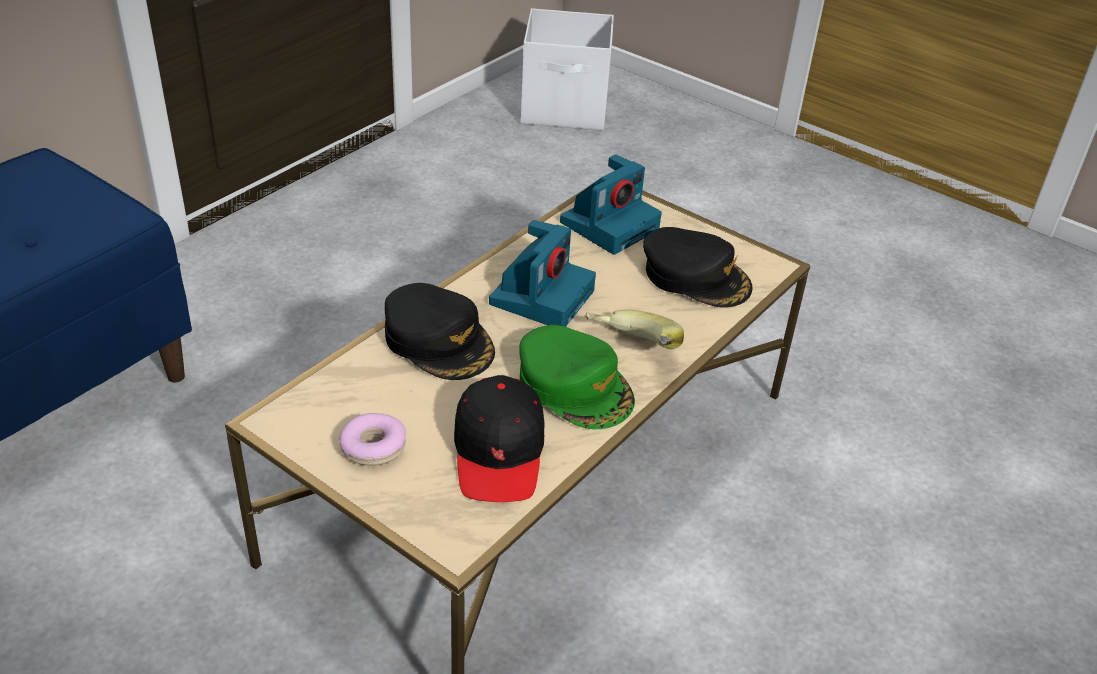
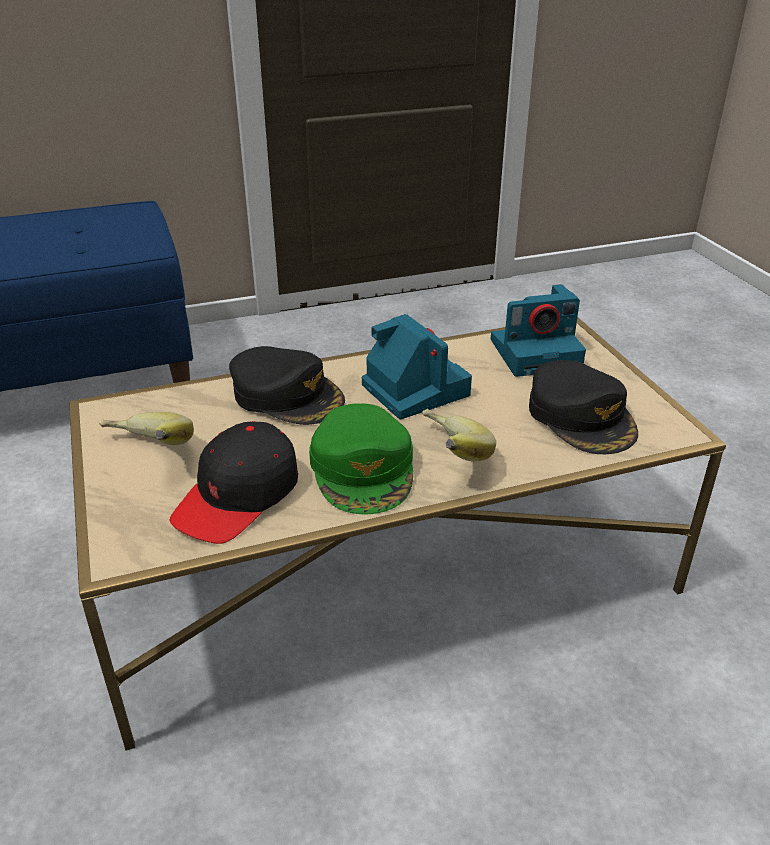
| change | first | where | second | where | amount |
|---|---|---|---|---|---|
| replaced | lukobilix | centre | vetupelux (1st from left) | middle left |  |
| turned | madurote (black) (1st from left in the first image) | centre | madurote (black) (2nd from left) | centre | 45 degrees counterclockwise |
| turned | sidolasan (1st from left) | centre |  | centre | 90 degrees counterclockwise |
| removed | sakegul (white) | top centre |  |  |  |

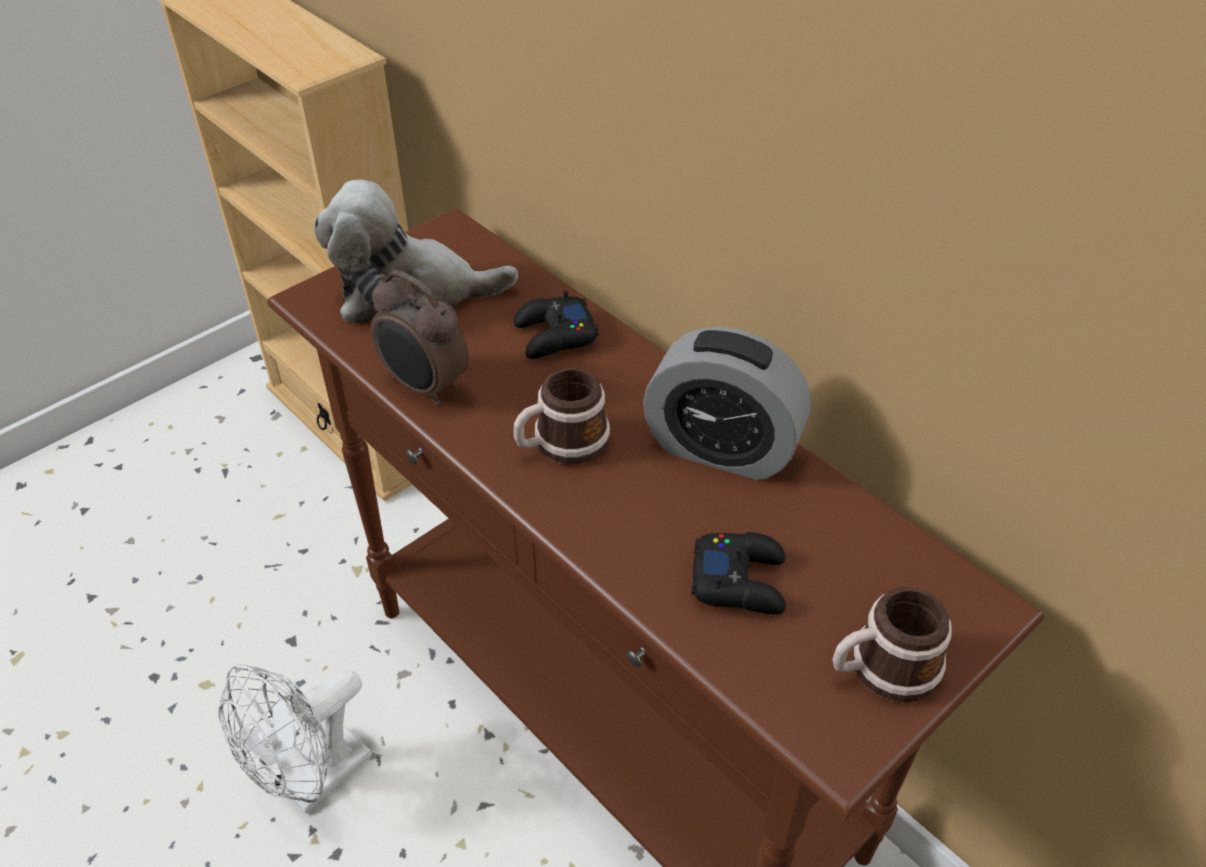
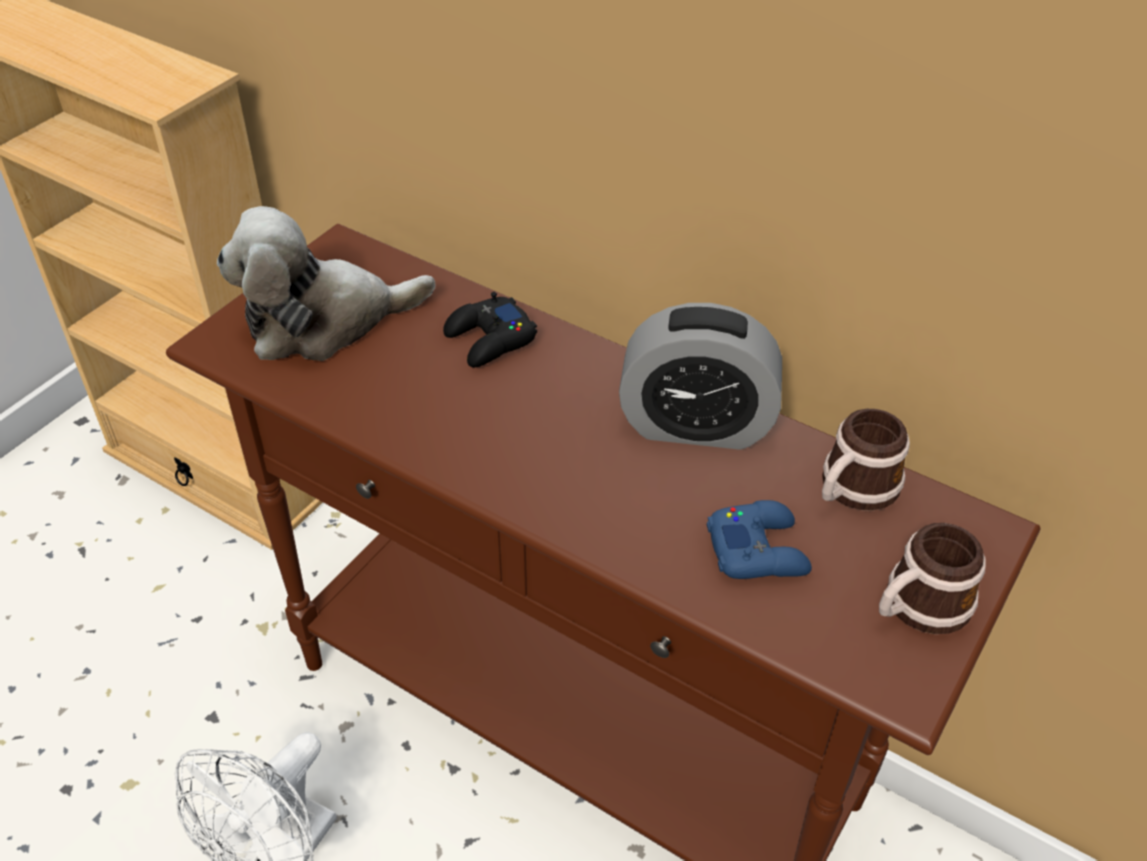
| change | first | where | second | where | amount |
|---|---|---|---|---|---|
| recoloured | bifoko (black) (2nd from left) | centre | bifoko (blue) | centre |  |
| moved | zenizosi (1st from left) | centre |  | middle right |  |
| removed | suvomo (1st from left) | centre |  |  |  |

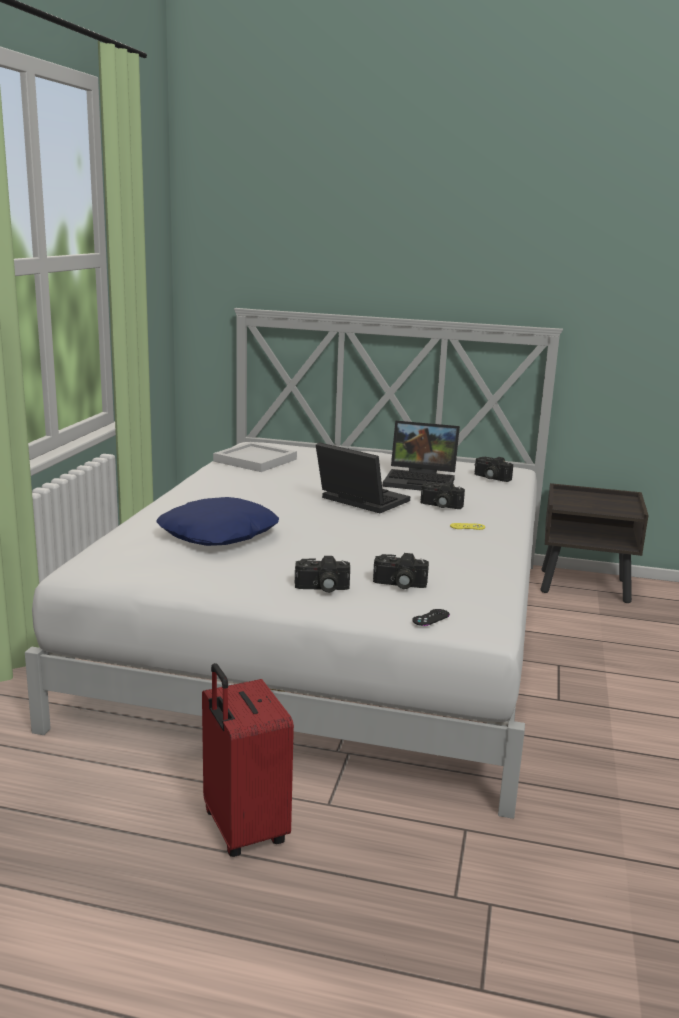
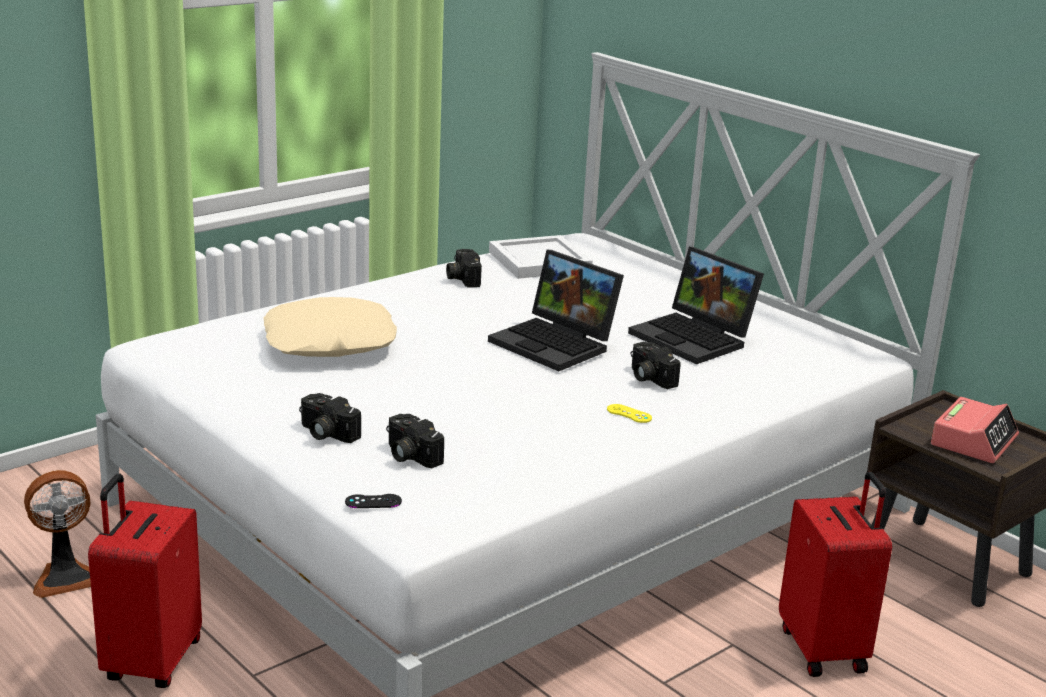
| change | first | where | second | where | amount |
|---|---|---|---|---|---|
| added |  |  | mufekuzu | bottom left |  |
| recoloured | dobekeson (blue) | middle left | dobekeson (beige) | middle left |  |
| moved | sidolasan (4th from left in the first image) | middle right | sidolasan (3rd from left) | centre |  |
| turned | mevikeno (1st from left) | centre |  | centre | 150 degrees clockwise |
| added |  |  | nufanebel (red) (2nd from left) | bottom right |  |
| added |  |  | suvomo | middle right |  |

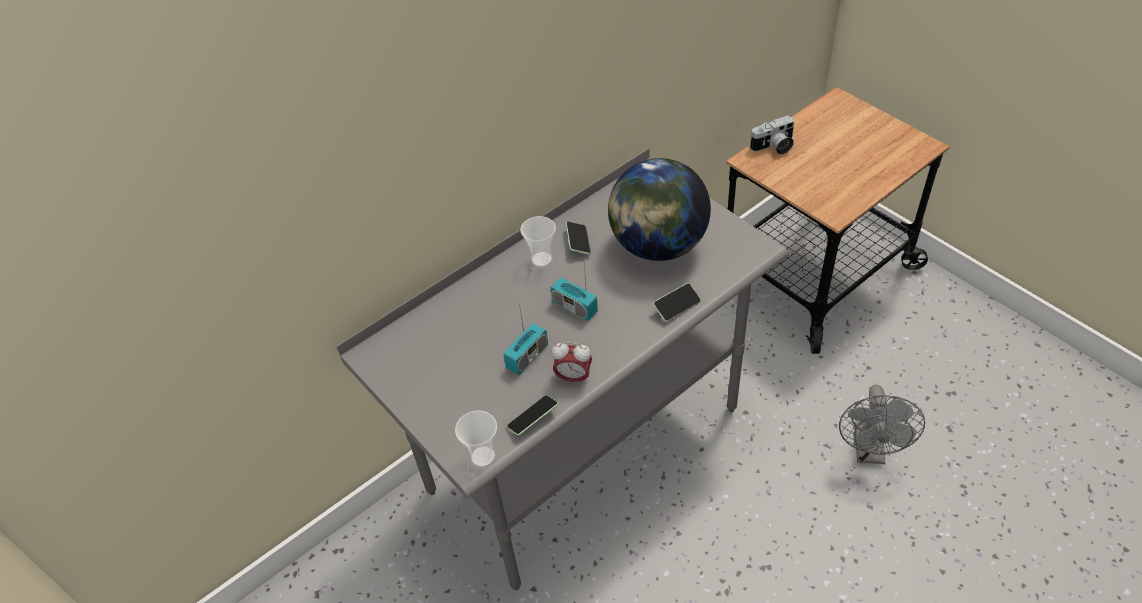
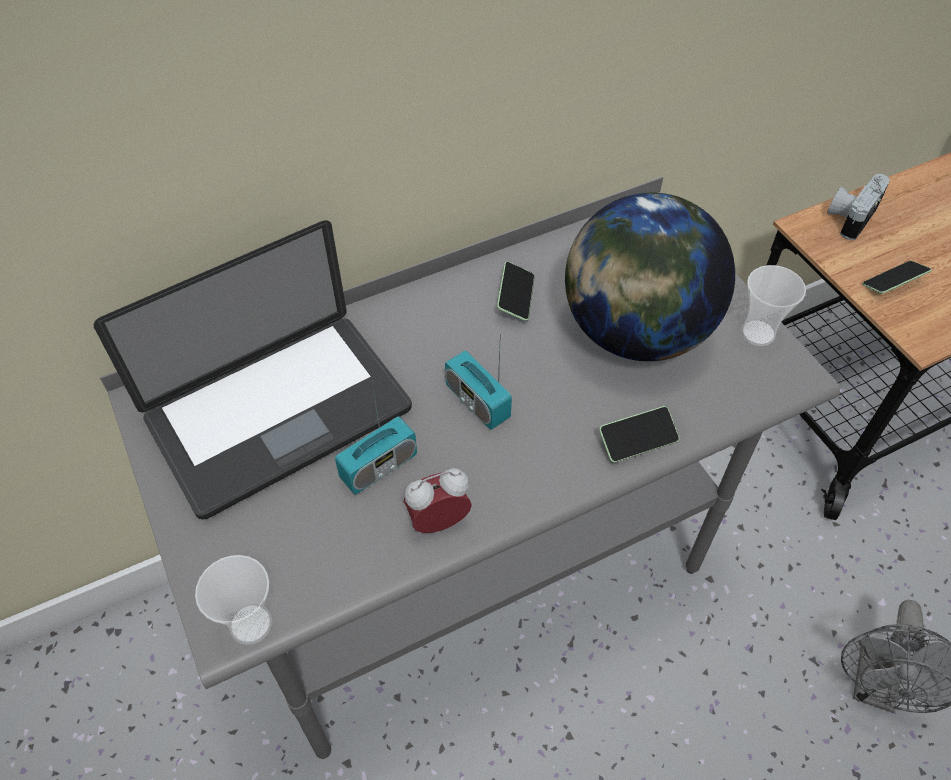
| change | first | where | second | where | amount |
|---|---|---|---|---|---|
| added |  |  | mevikeno | middle left |  |
| turned | suvomo | centre |  | centre | 135 degrees clockwise |
| moved | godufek (2nd from left) | centre |  | middle right |  |
| turned | sidolasan | top right |  | top right | 135 degrees clockwise |
| moved | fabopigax (1st from left in the first image) | bottom centre | fabopigax (3rd from left) | middle right |  |

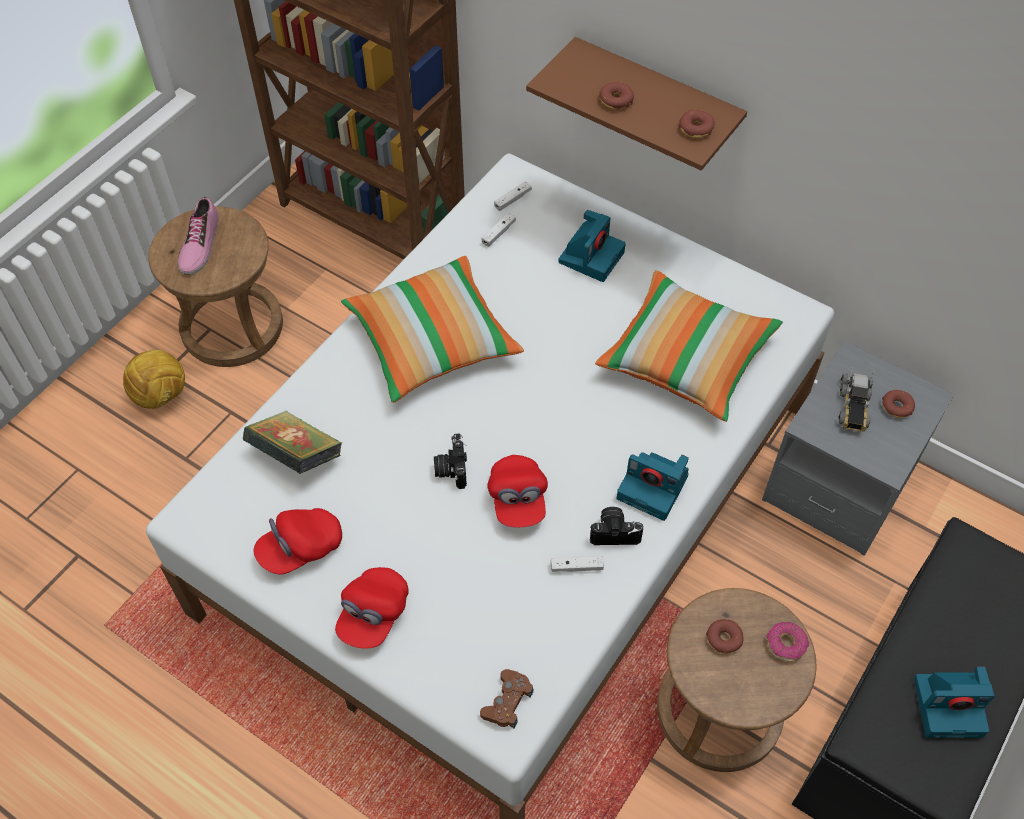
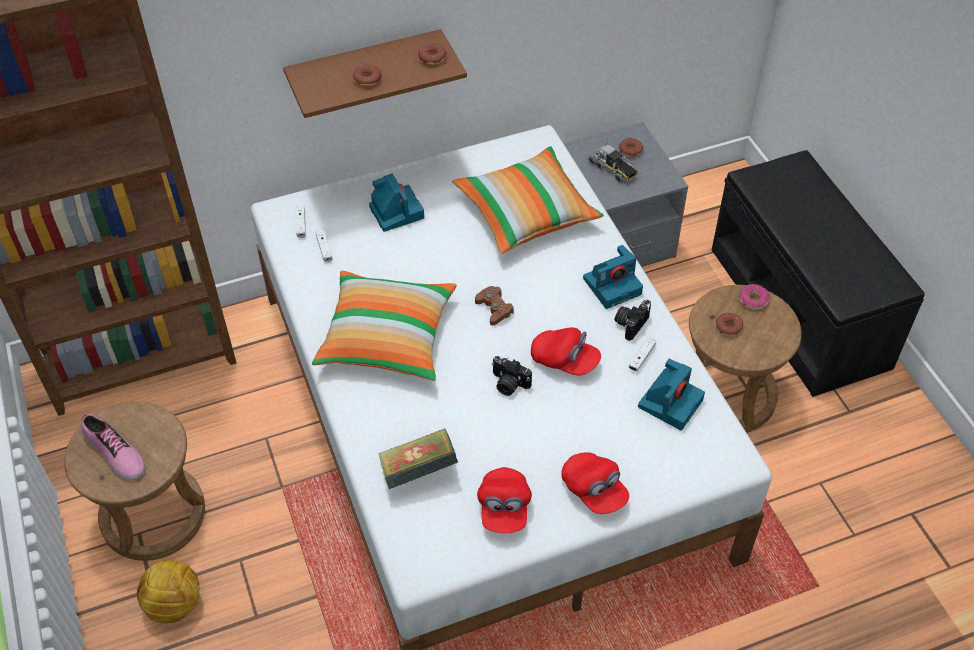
| change | first | where | second | where | amount |
|---|---|---|---|---|---|
| moved | bifoko (brown) | bottom centre |  | centre |  |
| moved | sidolasan (5th from left) | bottom right |  | middle right |  |

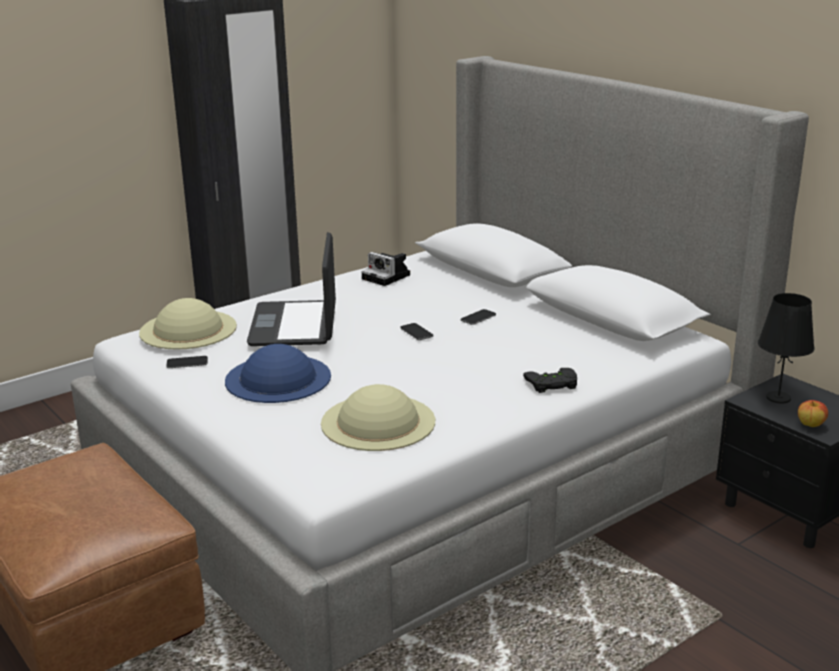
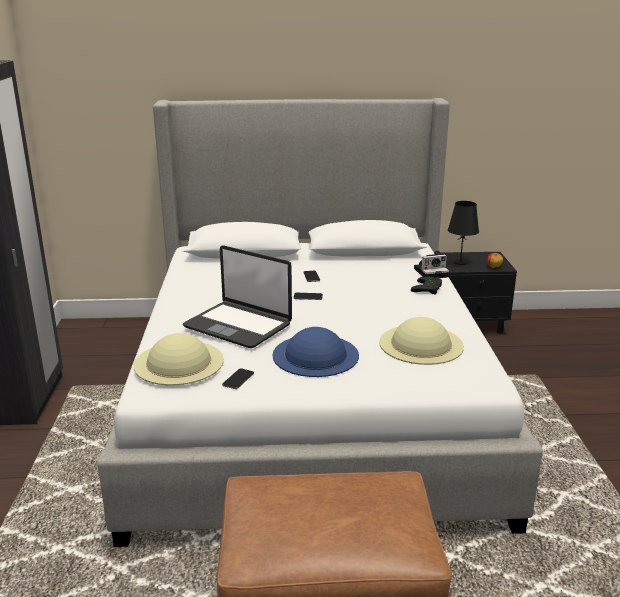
| change | first | where | second | where | amount |
|---|---|---|---|---|---|
| moved | sidolasan | centre |  | middle right |  |

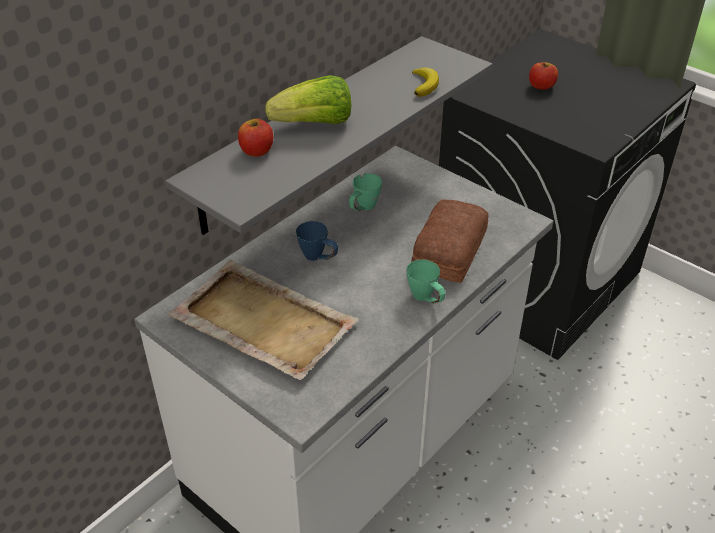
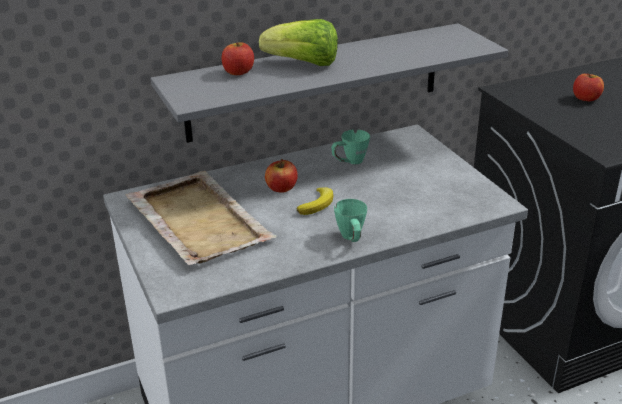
| change | first | where | second | where | amount |
|---|---|---|---|---|---|
| replaced | zenizosi (blue) | centre | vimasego (2nd from left) | centre |  |
| moved | vetupelux | top centre |  | centre |  |
| removed | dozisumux | centre |  |  |  |

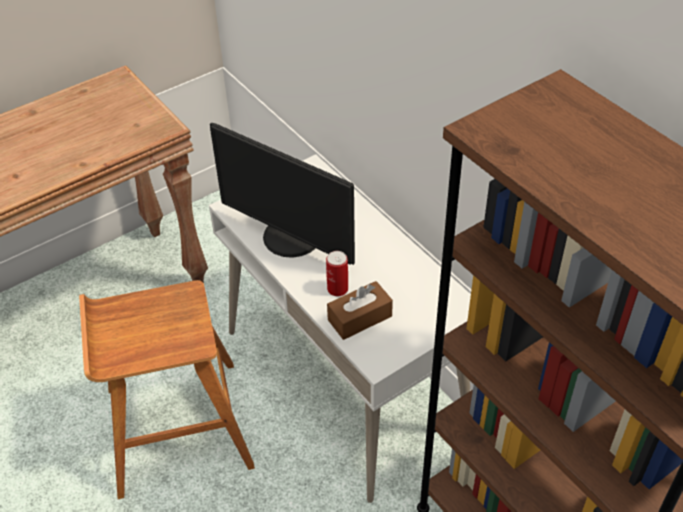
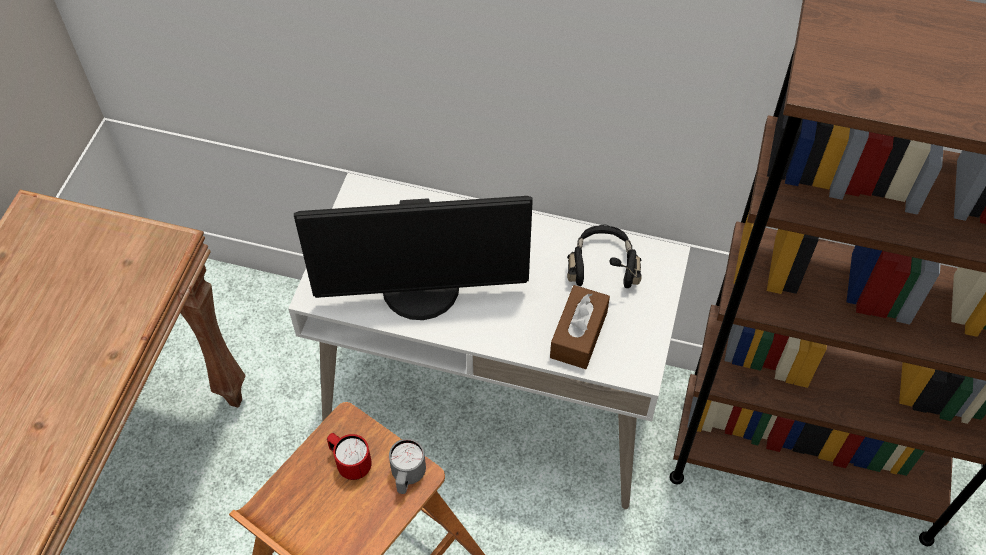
| change | first | where | second | where | amount |
|---|---|---|---|---|---|
| added |  |  | zenizosi (red) | bottom centre |  |
| added |  |  | zenizosi (grey) | bottom centre |  |
| added |  |  | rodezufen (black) | centre |  |
| removed | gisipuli | centre |  |  |  |

